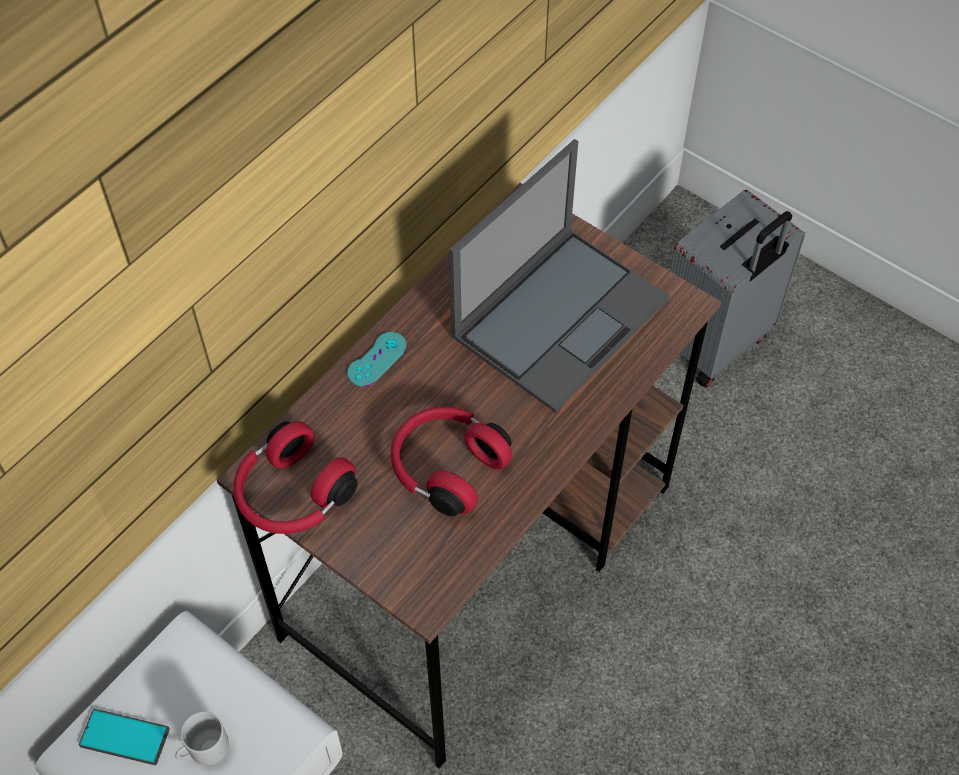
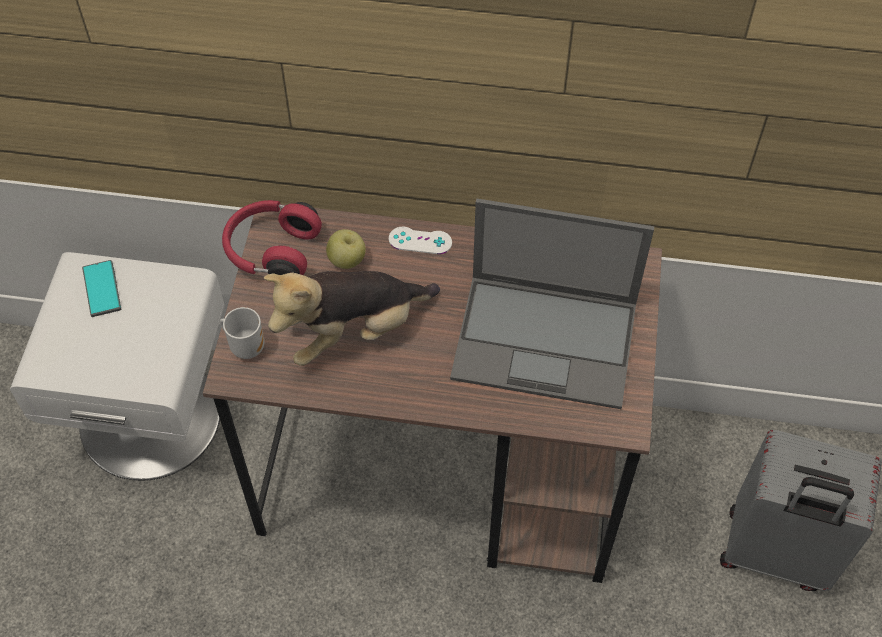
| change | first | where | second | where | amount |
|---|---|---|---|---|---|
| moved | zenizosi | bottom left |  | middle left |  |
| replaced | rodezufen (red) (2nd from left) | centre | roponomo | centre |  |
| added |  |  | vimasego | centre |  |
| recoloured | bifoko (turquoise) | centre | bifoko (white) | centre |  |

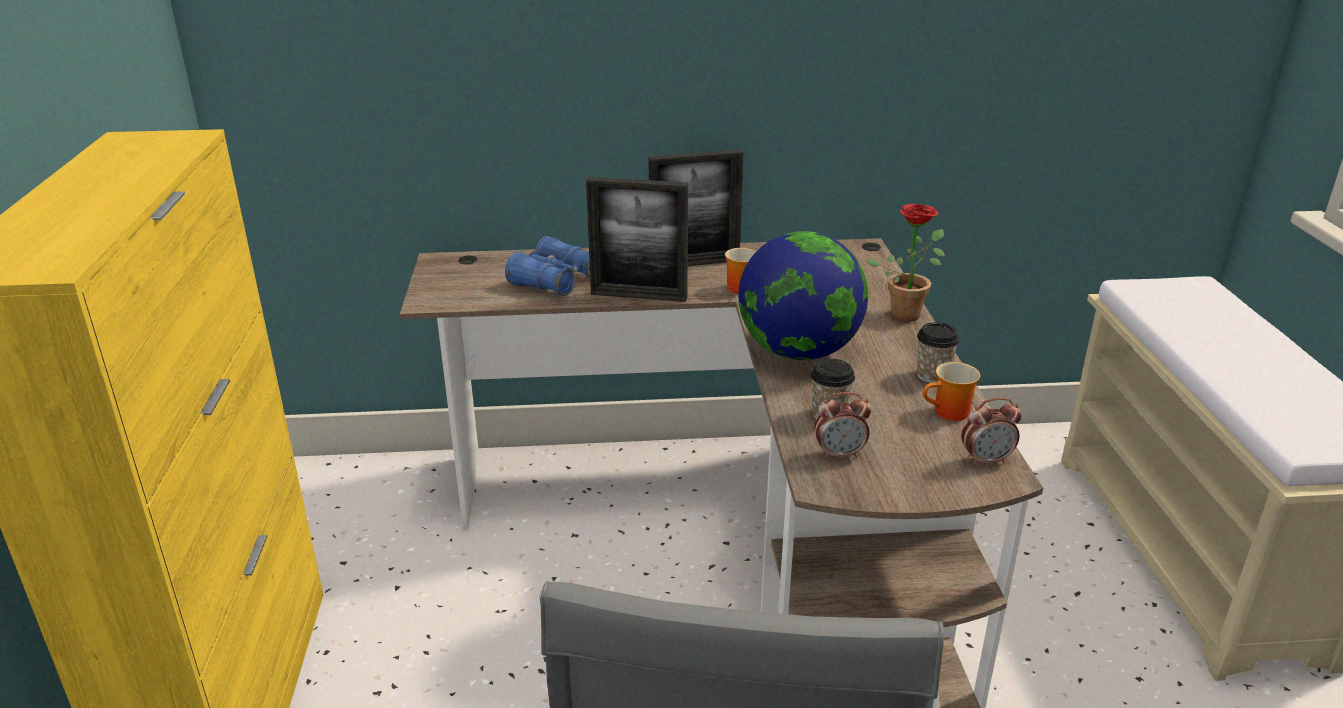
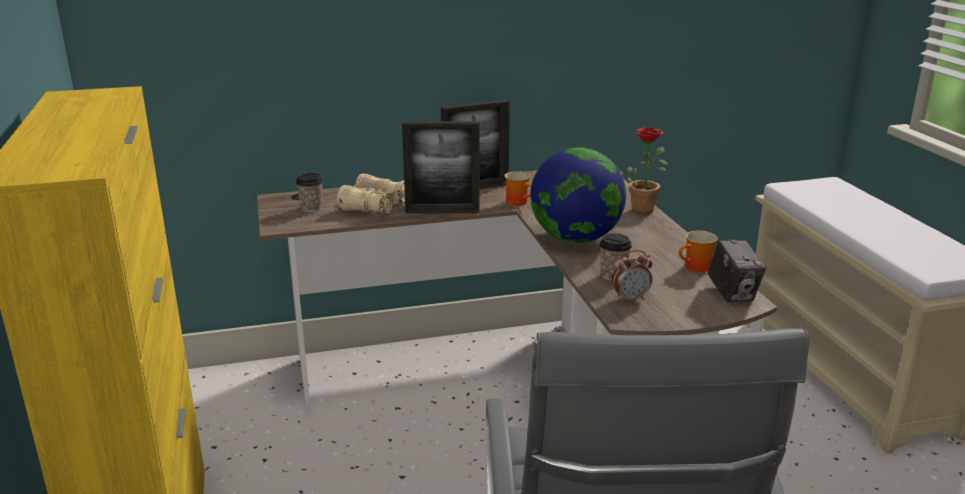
| change | first | where | second | where | amount |
|---|---|---|---|---|---|
| moved | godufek (2nd from left in the first image) | middle right | godufek (1st from left) | middle left |  |
| recoloured | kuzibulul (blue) | centre | kuzibulul (beige) | centre |  |
| replaced | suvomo (2nd from left) | middle right | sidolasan | middle right |  |

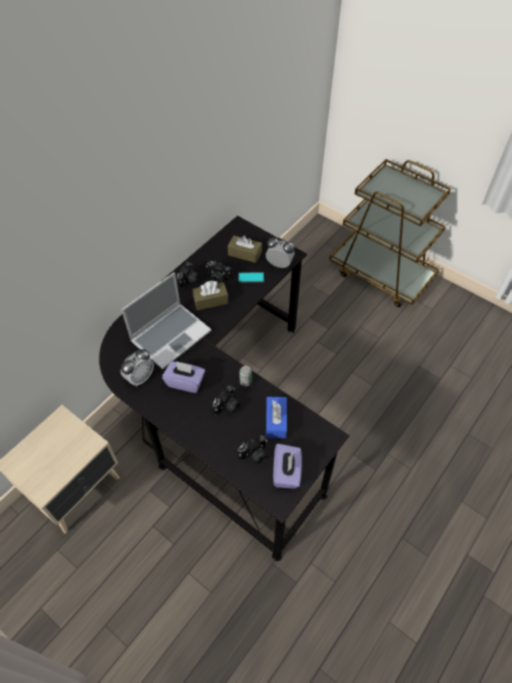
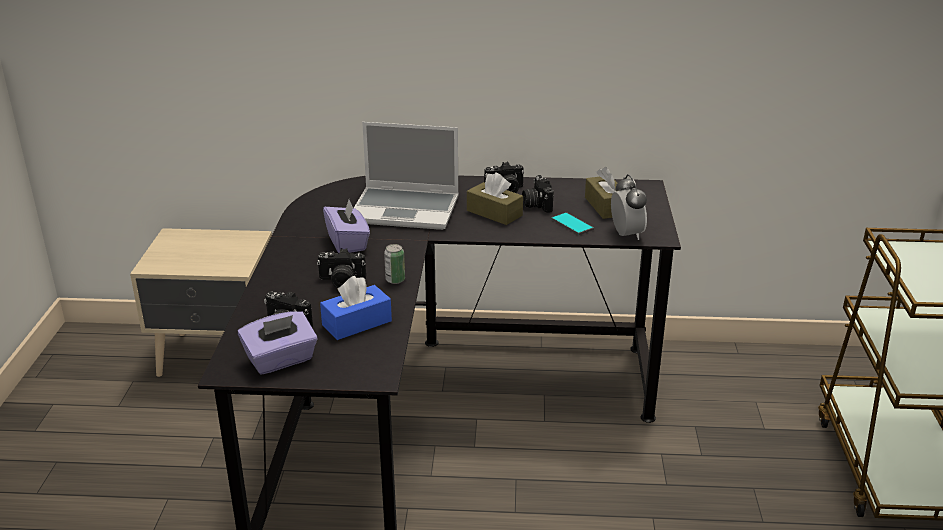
| change | first | where | second | where | amount |
|---|---|---|---|---|---|
| removed | suvomo (1st from left) | middle left |  |  |  |

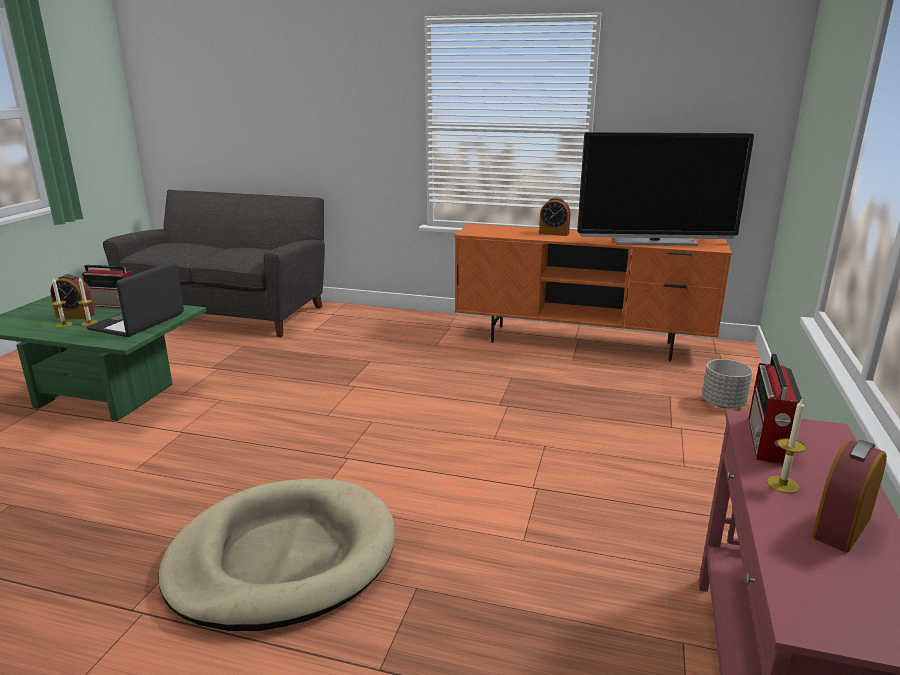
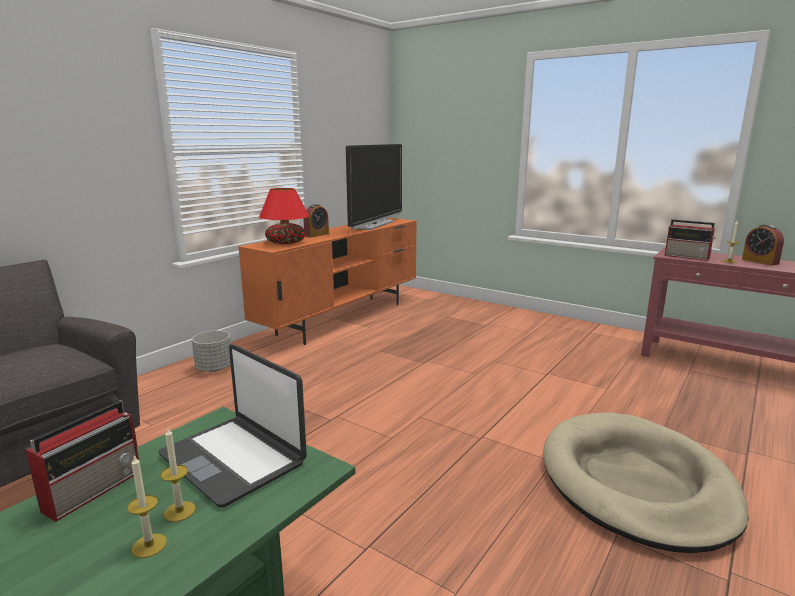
| change | first | where | second | where | amount |
|---|---|---|---|---|---|
| moved | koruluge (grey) | middle right |  | middle left |  |
| added |  |  | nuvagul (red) | centre |  |
| removed | suvomo (1st from left) | middle left |  |  |  |

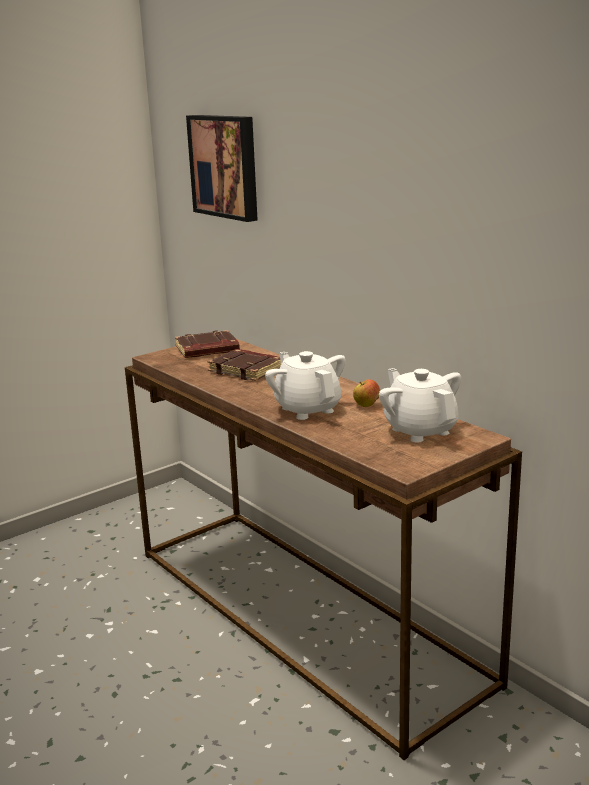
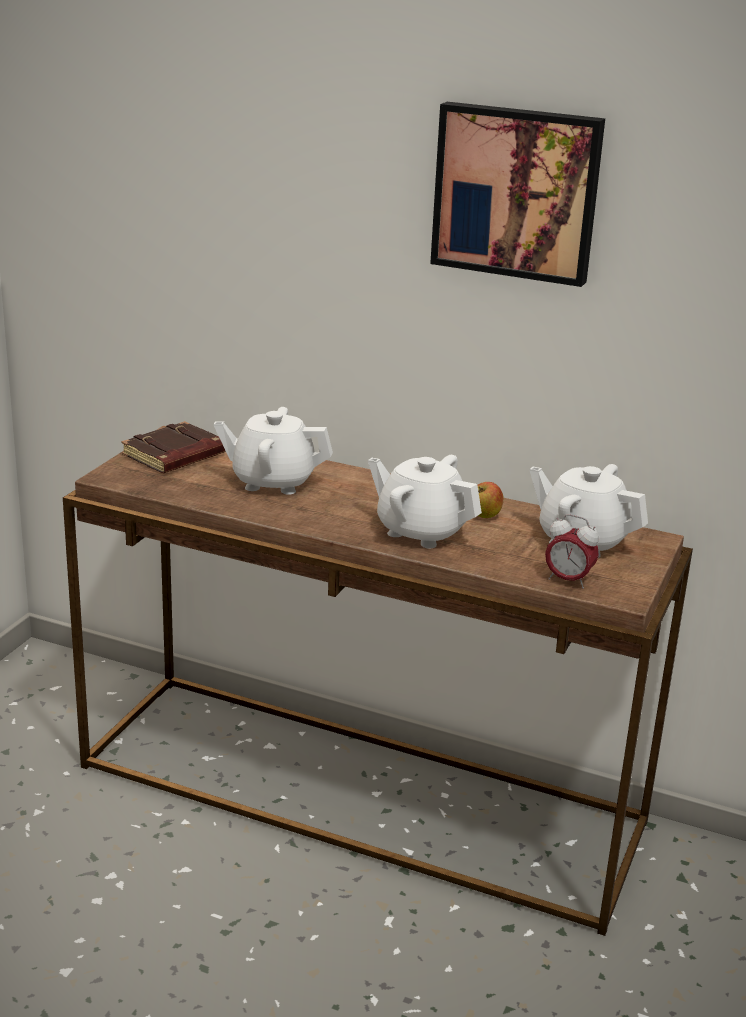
| change | first | where | second | where | amount |
|---|---|---|---|---|---|
| replaced | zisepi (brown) (2nd from left) | centre | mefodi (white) (1st from left) | centre |  |
| moved | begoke | top centre |  | top right |  |
| added |  |  | suvomo | middle right |  |

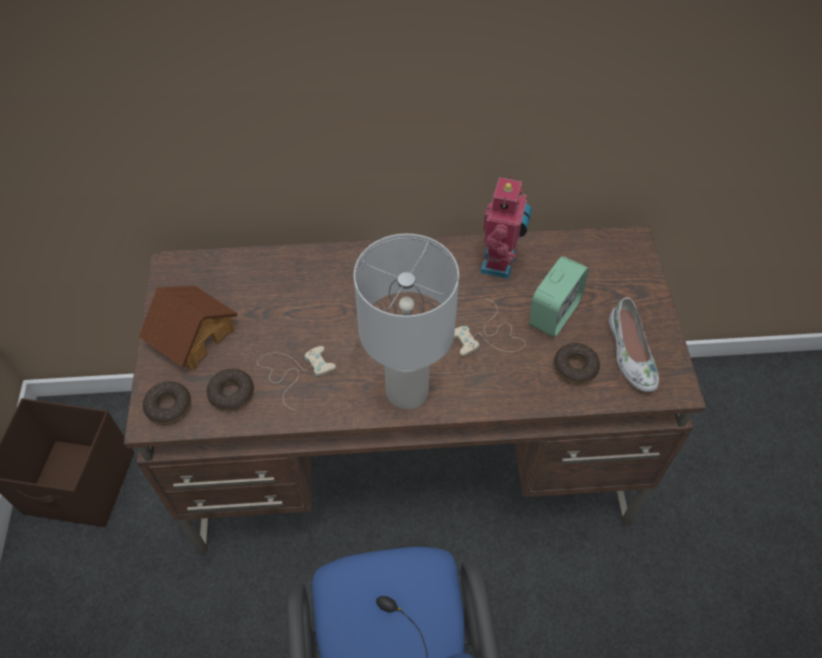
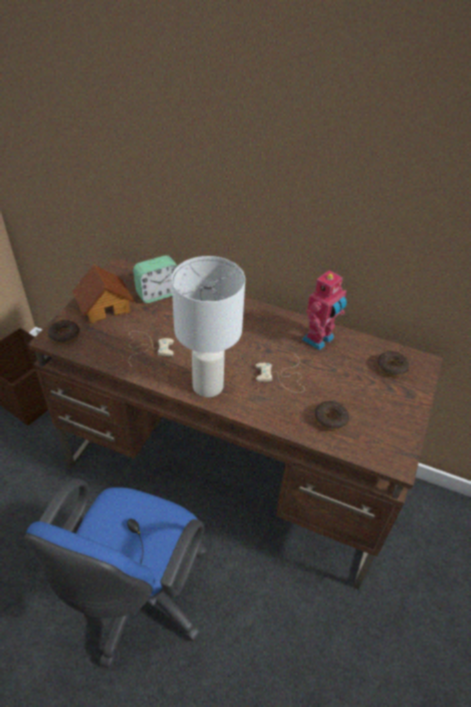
| change | first | where | second | where | amount |
|---|---|---|---|---|---|
| moved | suvomo | middle right |  | middle left |  |
| moved | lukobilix (2nd from left in the first image) | middle left | lukobilix (3rd from left) | middle right |  |
| removed | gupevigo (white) | middle right |  |  |  |

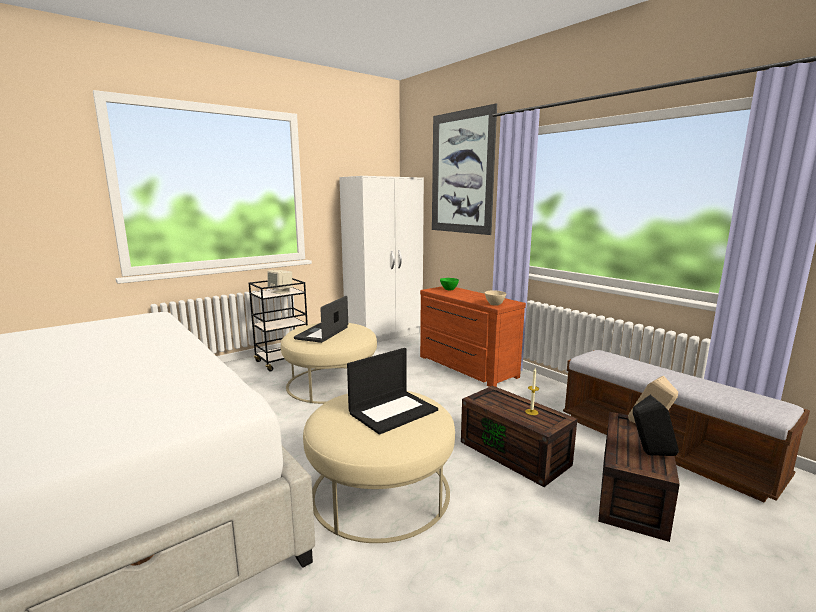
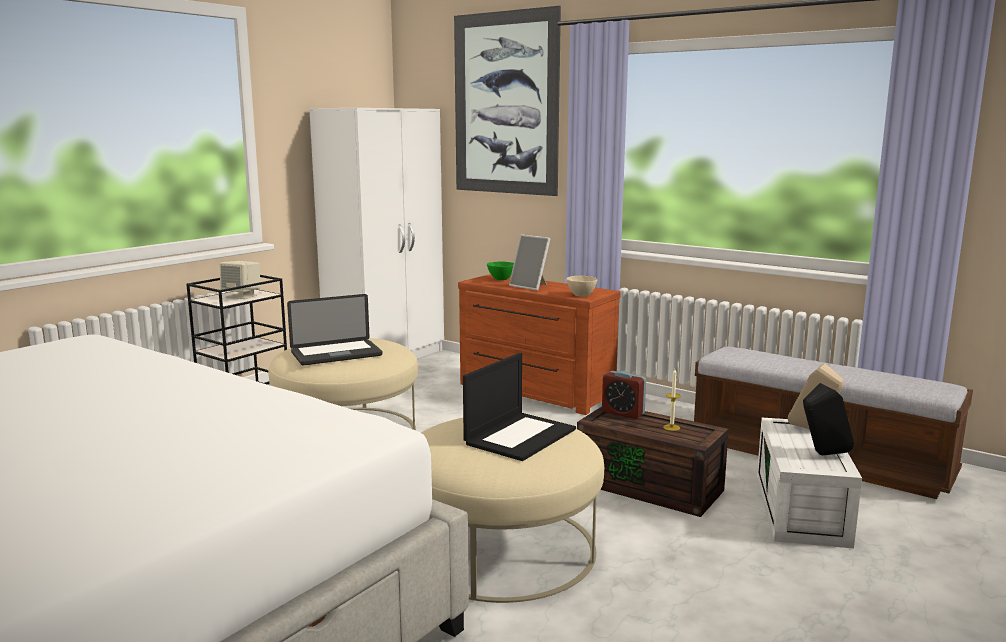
| change | first | where | second | where | amount |
|---|---|---|---|---|---|
| turned | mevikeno (1st from left) | centre |  | middle left | 120 degrees counterclockwise |
| added |  |  | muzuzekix | centre |  |
| added |  |  | suvomo | centre |  |
| recoloured | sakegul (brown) (2nd from left) | bottom right | sakegul (white) | bottom right |  |

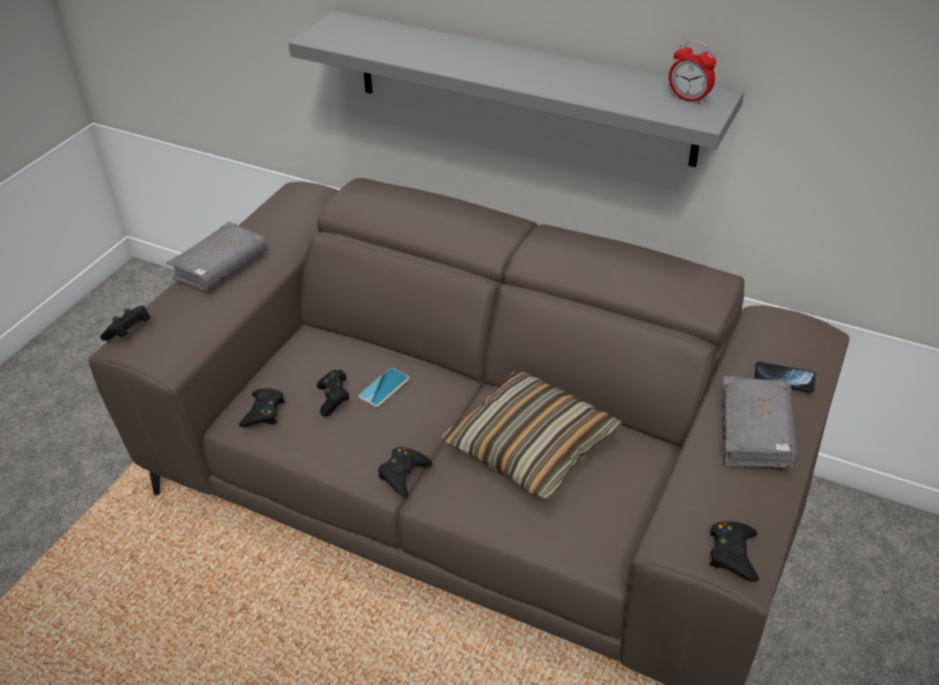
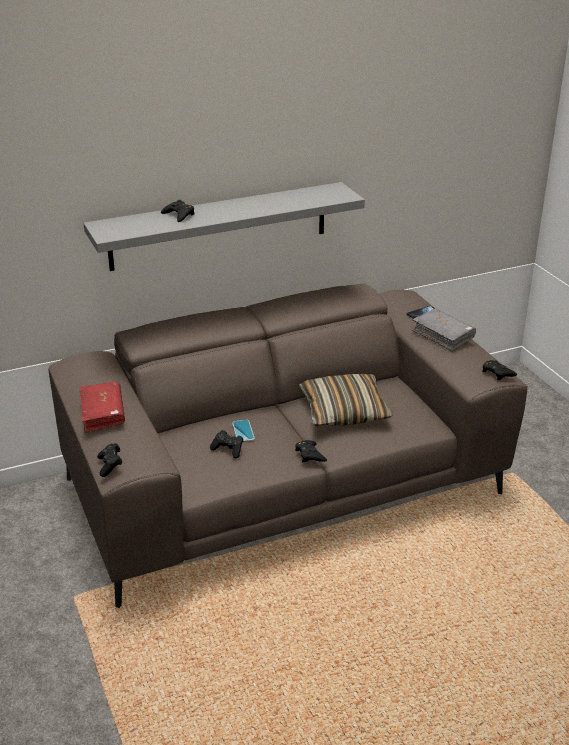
| change | first | where | second | where | amount |
|---|---|---|---|---|---|
| recoloured | zisepi (grey) (1st from left) | middle left | zisepi (red) | middle left |  |
| moved | bifoko (black) (2nd from left) | middle left |  | top left |  |
| removed | suvomo | top right |  |  |  |

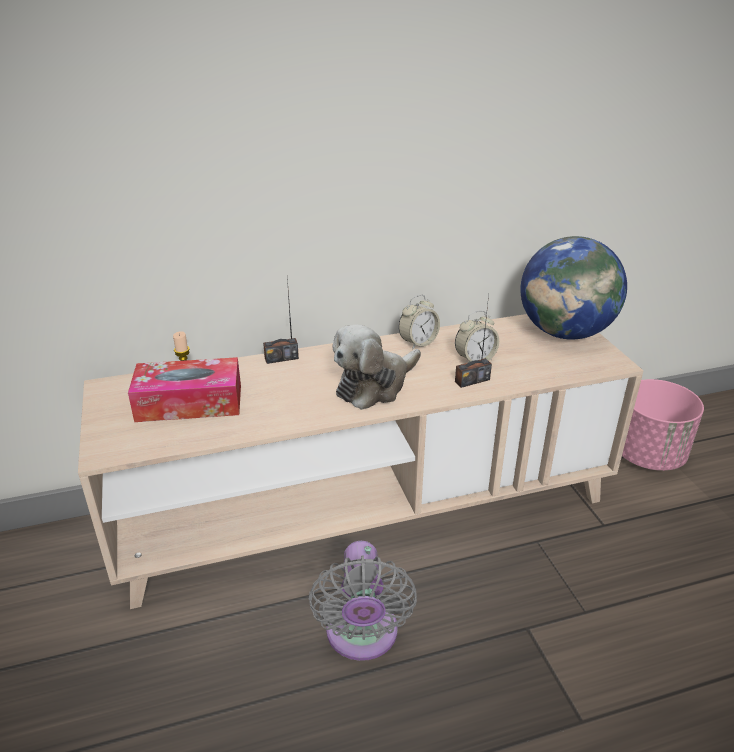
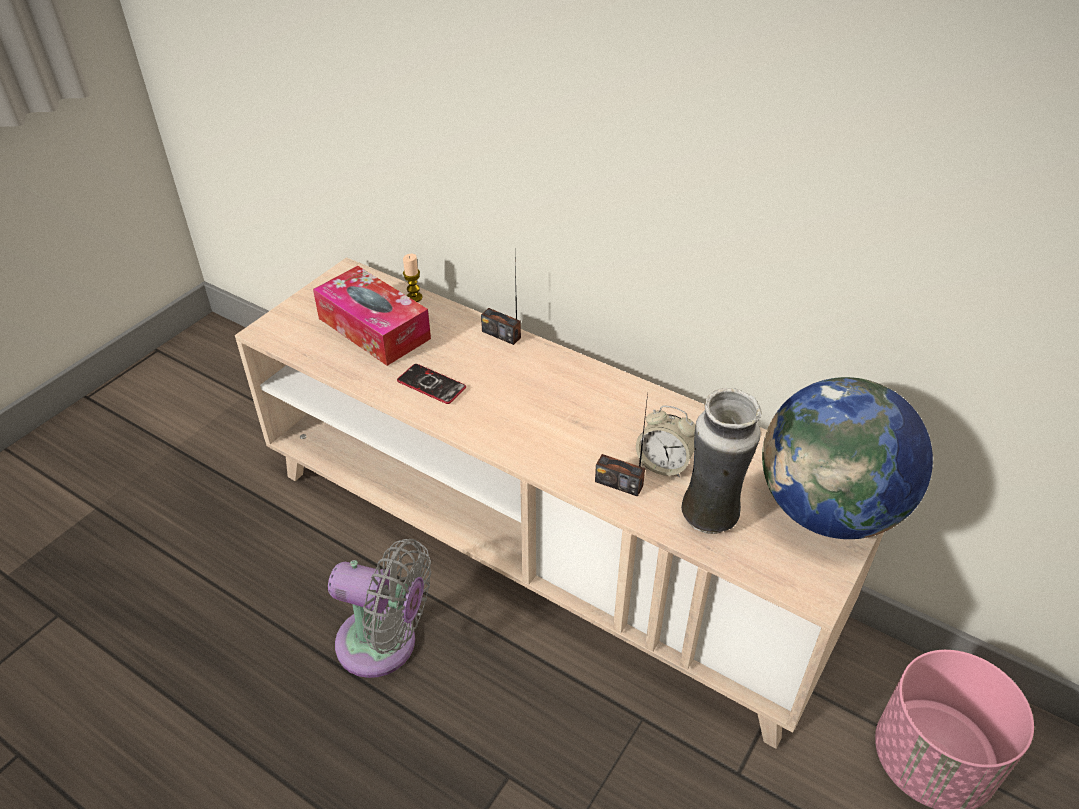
| change | first | where | second | where | amount |
|---|---|---|---|---|---|
| turned | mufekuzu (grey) | bottom centre |  | bottom centre | 120 degrees counterclockwise |
| added |  |  | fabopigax | centre |  |
| added |  |  | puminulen | middle right |  |
| removed | roponomo | centre |  |  |  |
| removed | suvomo (1st from left) | centre |  |  |  |

